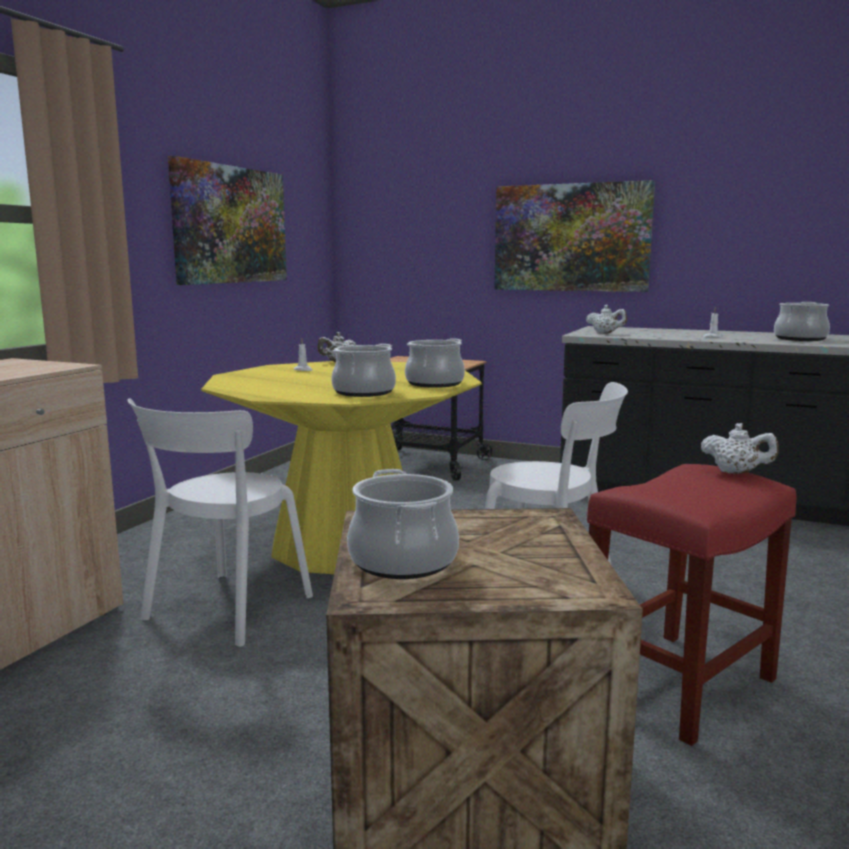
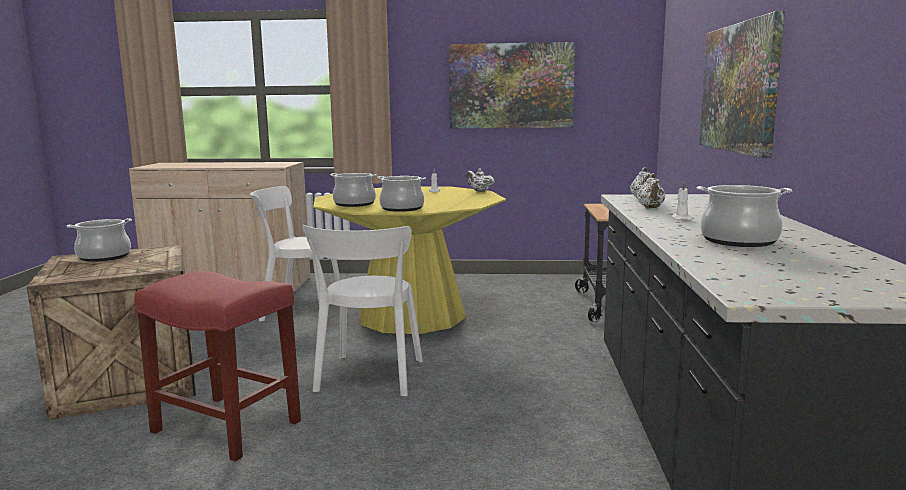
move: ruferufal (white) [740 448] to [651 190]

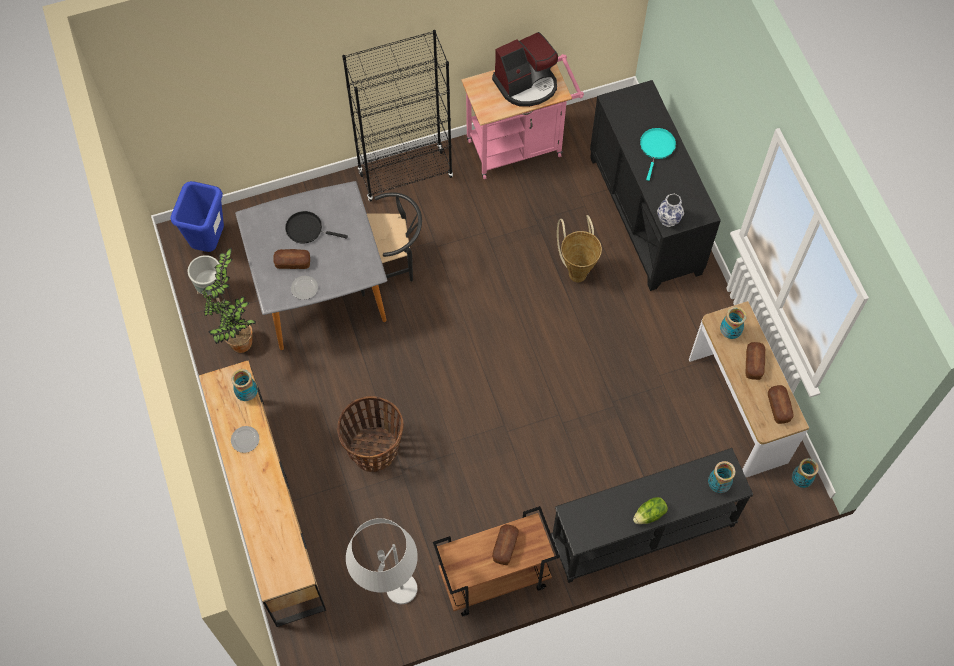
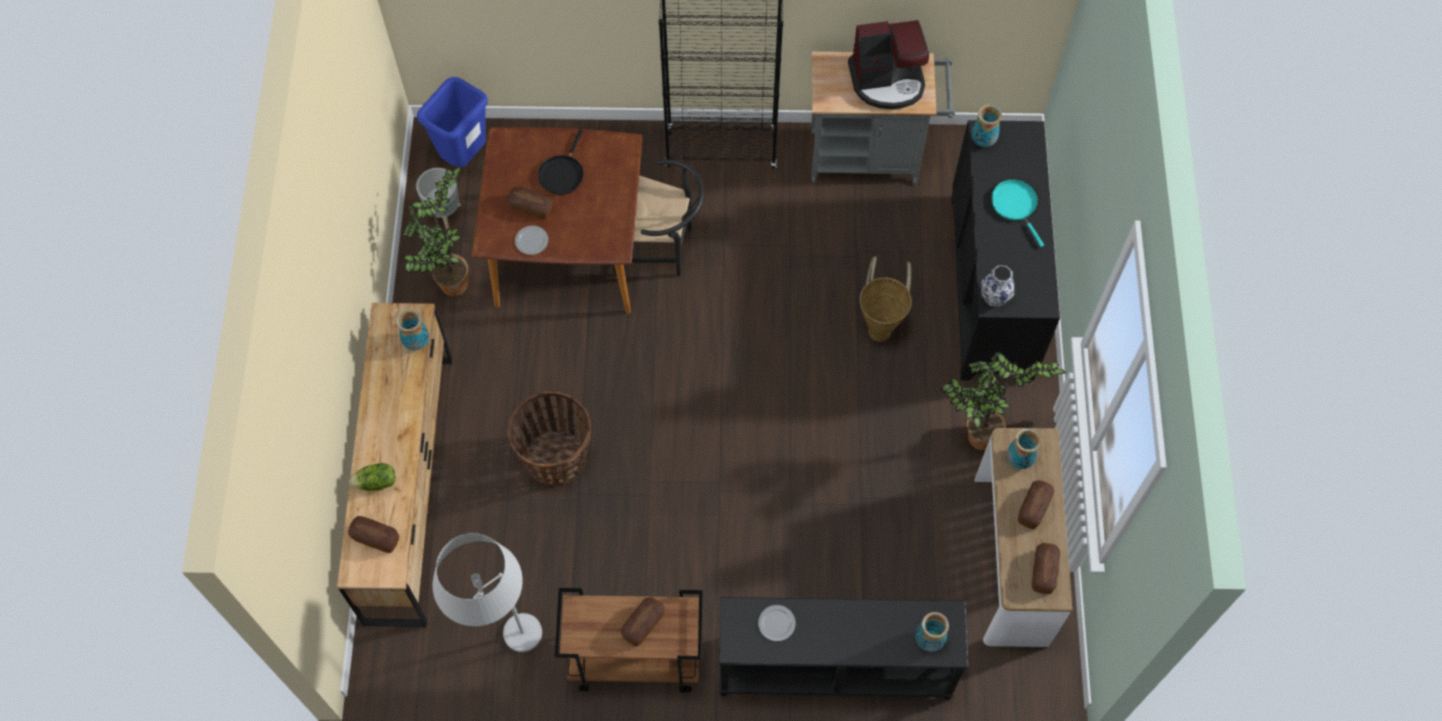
insert: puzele [373 534]; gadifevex [1003 401]
move: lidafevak [650 510] to [372 477]; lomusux [245 439] to [777 623]; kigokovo [805 473] to [986 125]
recolor: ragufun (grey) [311 265] to ragufun (brown) [557 220]; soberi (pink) [522 116] to soberi (grey) [883 118]
rotate: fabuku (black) [316 227] = [561 162] 105 degrees counterclockwise; fabuku (turquoise) [658 154] = [1017 213] 60 degrees counterclockwise

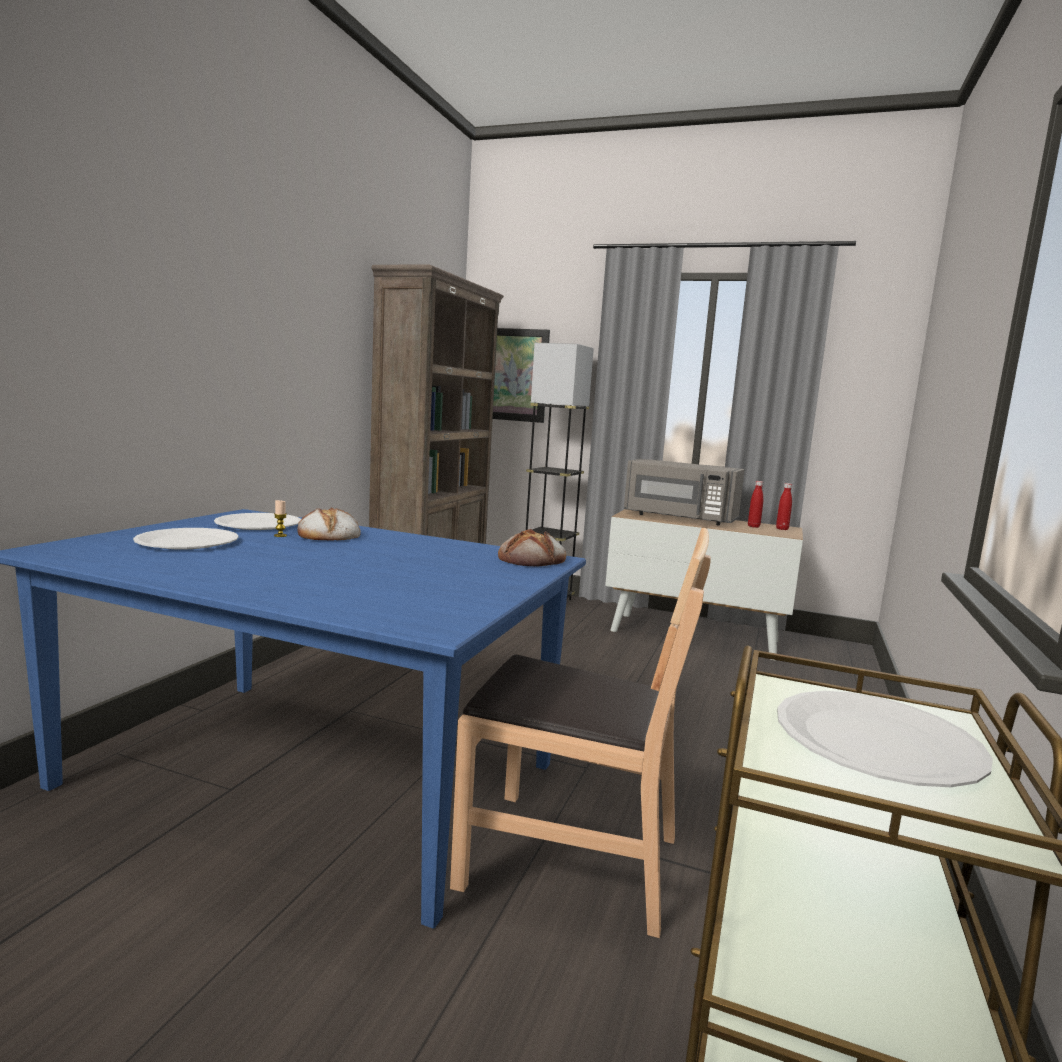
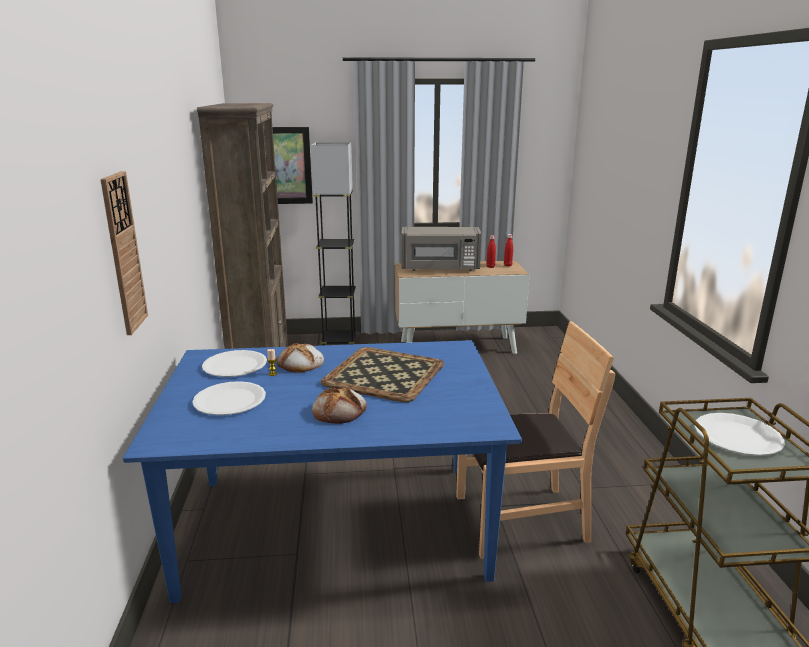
insert: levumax [124 253]; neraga [382 374]
move: puzele [532 548] to [339 405]

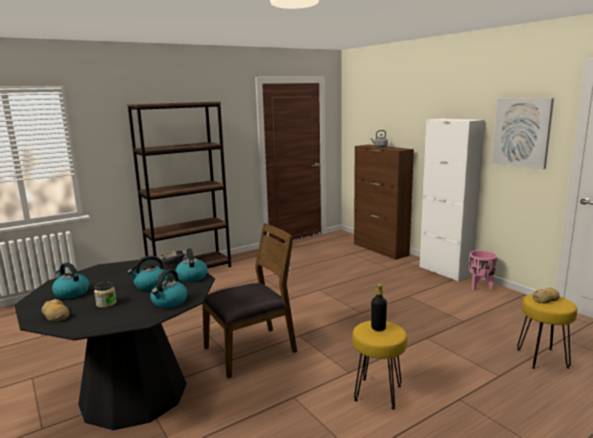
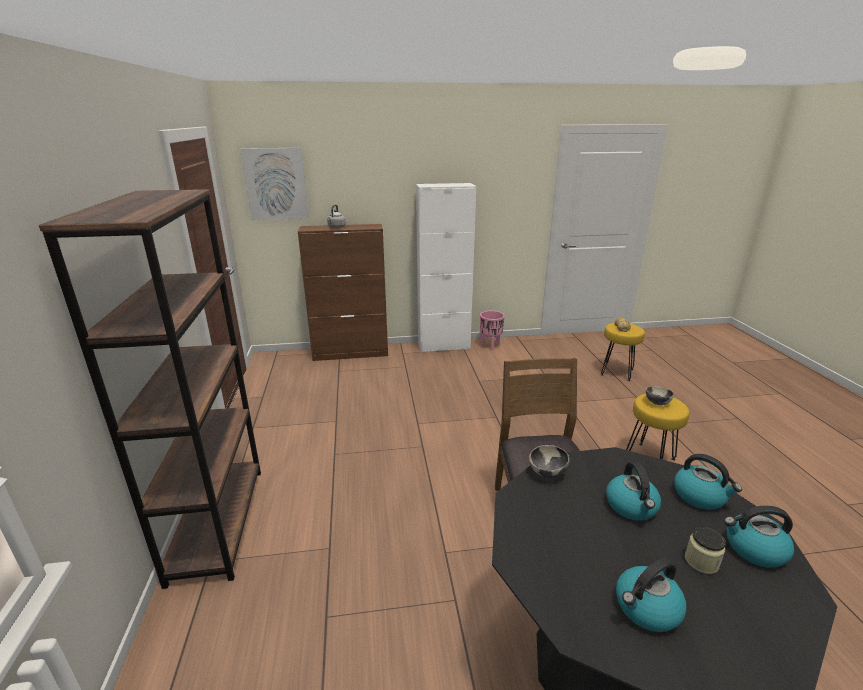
delete: puzele [56 310]
move: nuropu [523 133] to [275 184]; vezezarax [191 265] to [759 536]
replace: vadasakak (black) [379 307] to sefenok [660 395]

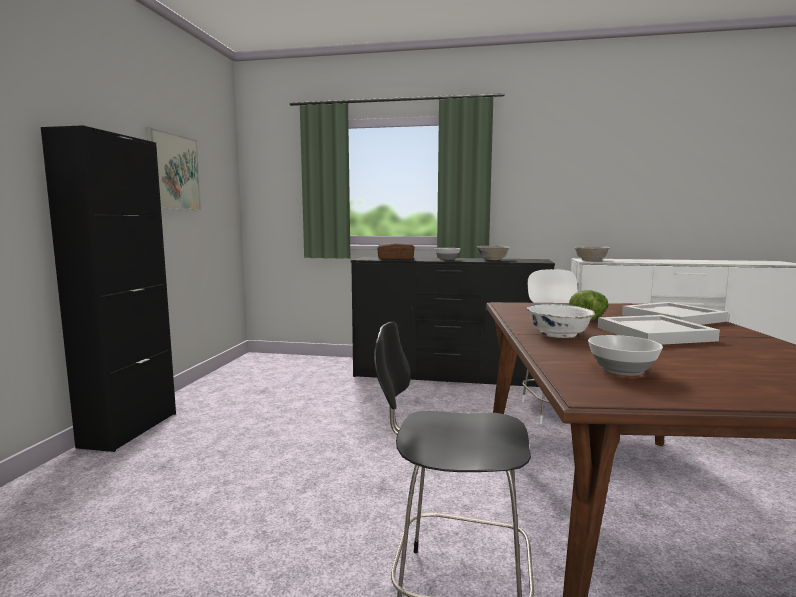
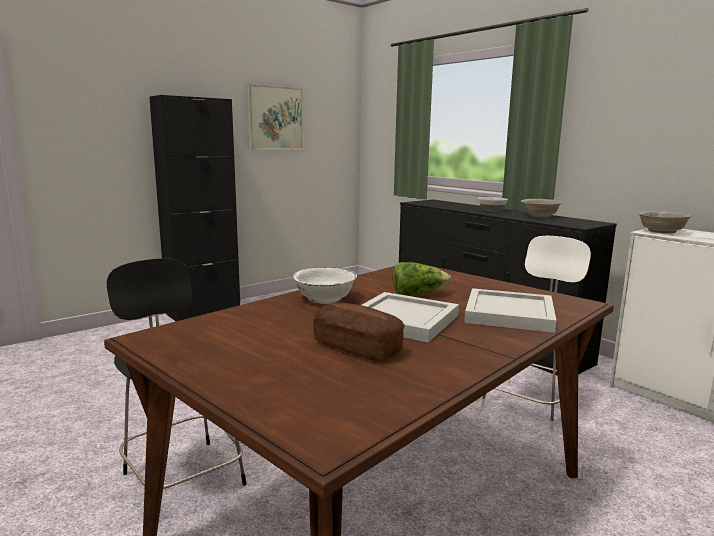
delete: sefenok [625 355]
move: puzele [396 251] to [359 331]

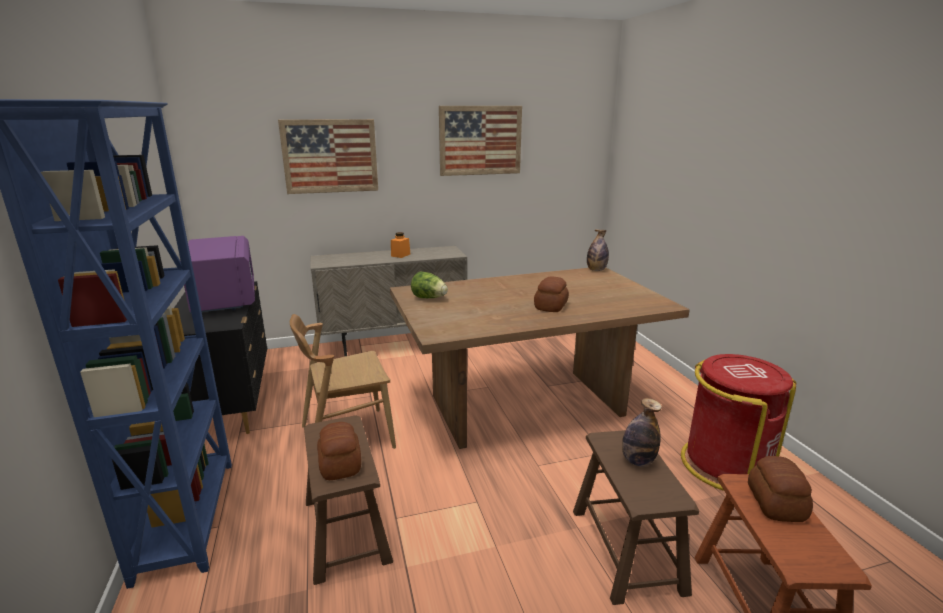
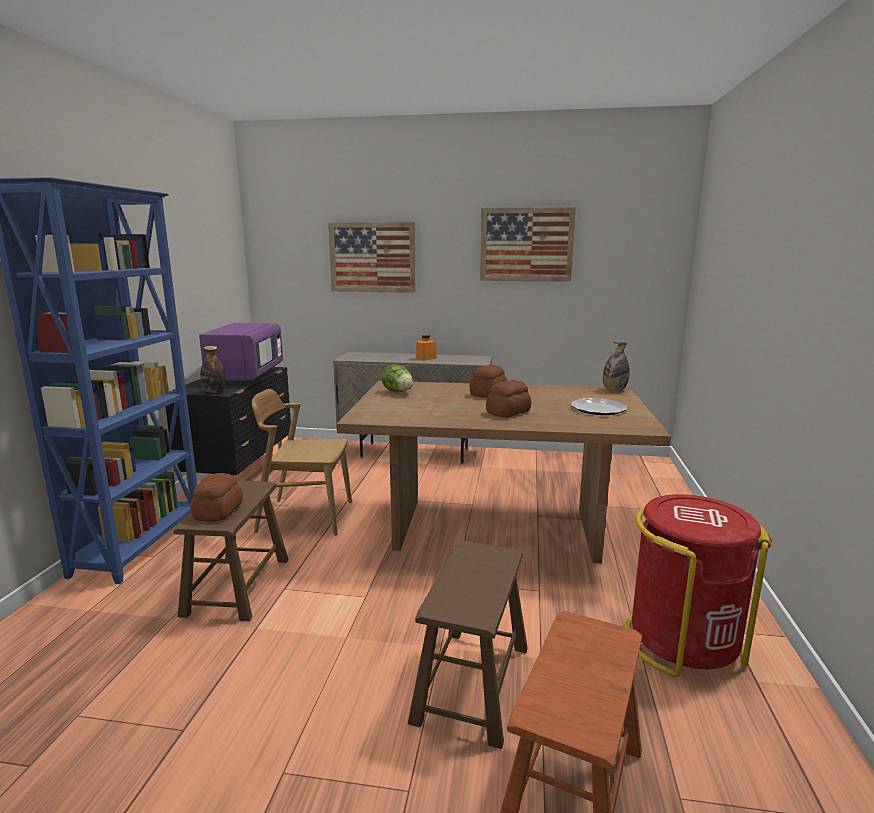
insert: lomusux [599 406]
move: vadasakak [642 432] to [213 369]; puzele [780 489] to [488 381]

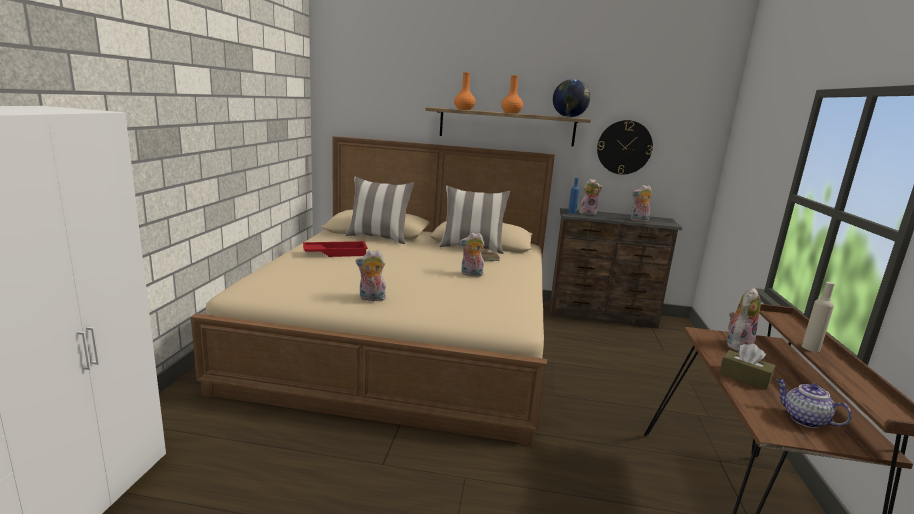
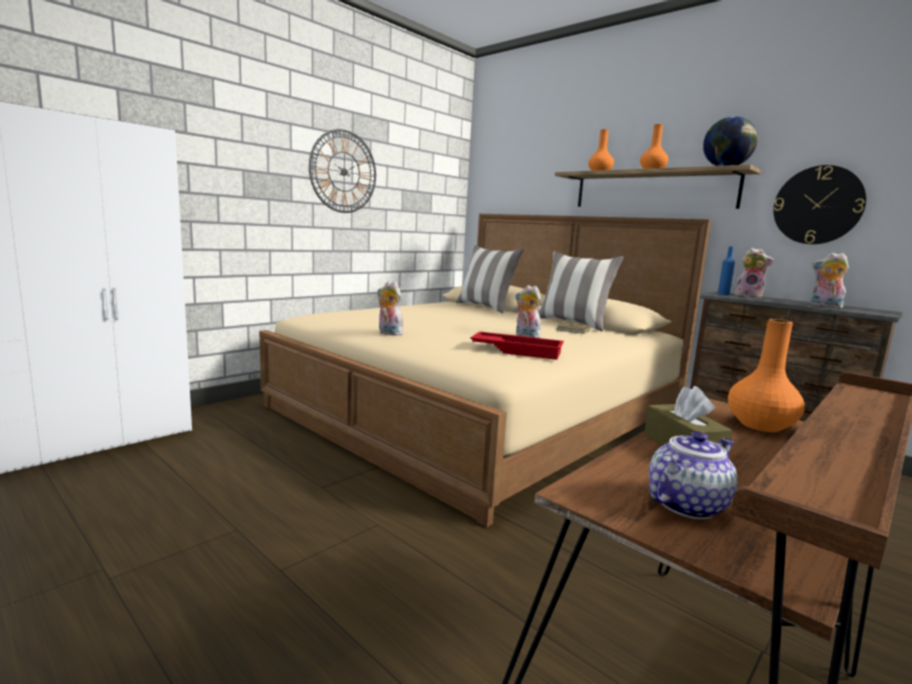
delete: vadasakak (beige) [818 317]
insert: levumax [342 171]
move: neraga (red) [335 249] to [517 346]
replace: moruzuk [744 319] to kigokovo (orange) [766 375]
rotate: ruferufal [814 403] = [693 475] 60 degrees clockwise

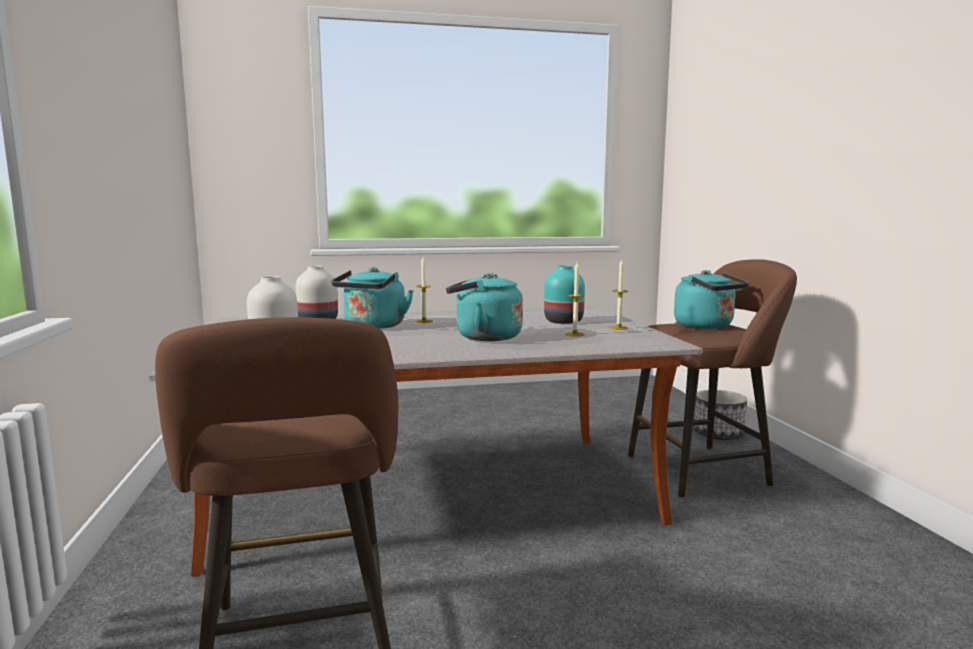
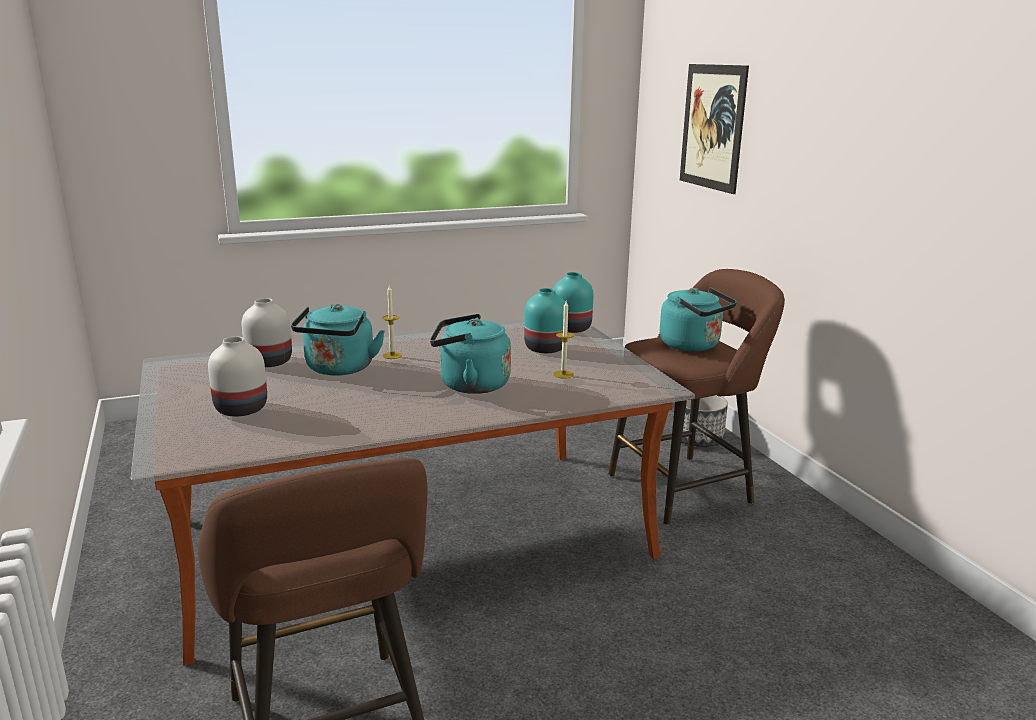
delete: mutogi [619 294]
insert: kigokovo (turquoise) [573 302]; nuropu [714 129]

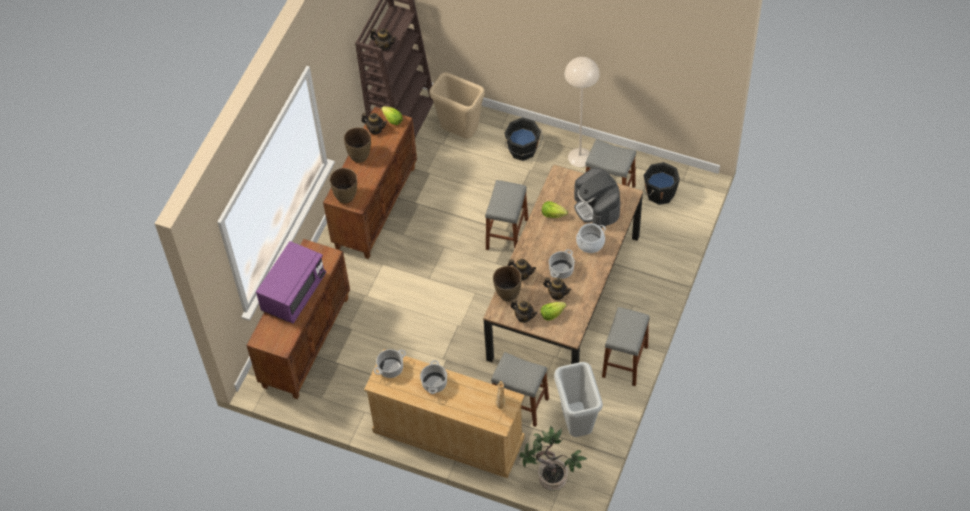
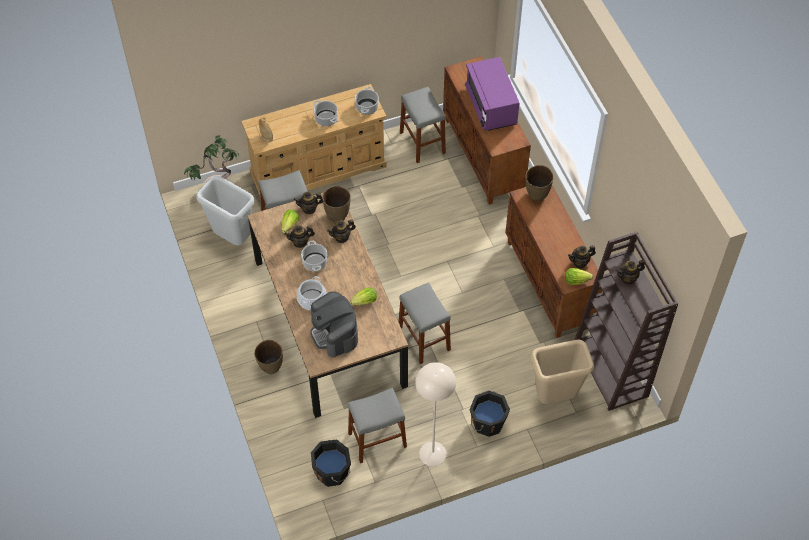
move: kigokovo (brown) [357 145] to [268 357]; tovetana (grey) [626 346] to [423 125]
rotate: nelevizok [597 198] = [334 324] 135 degrees counterclockwise

